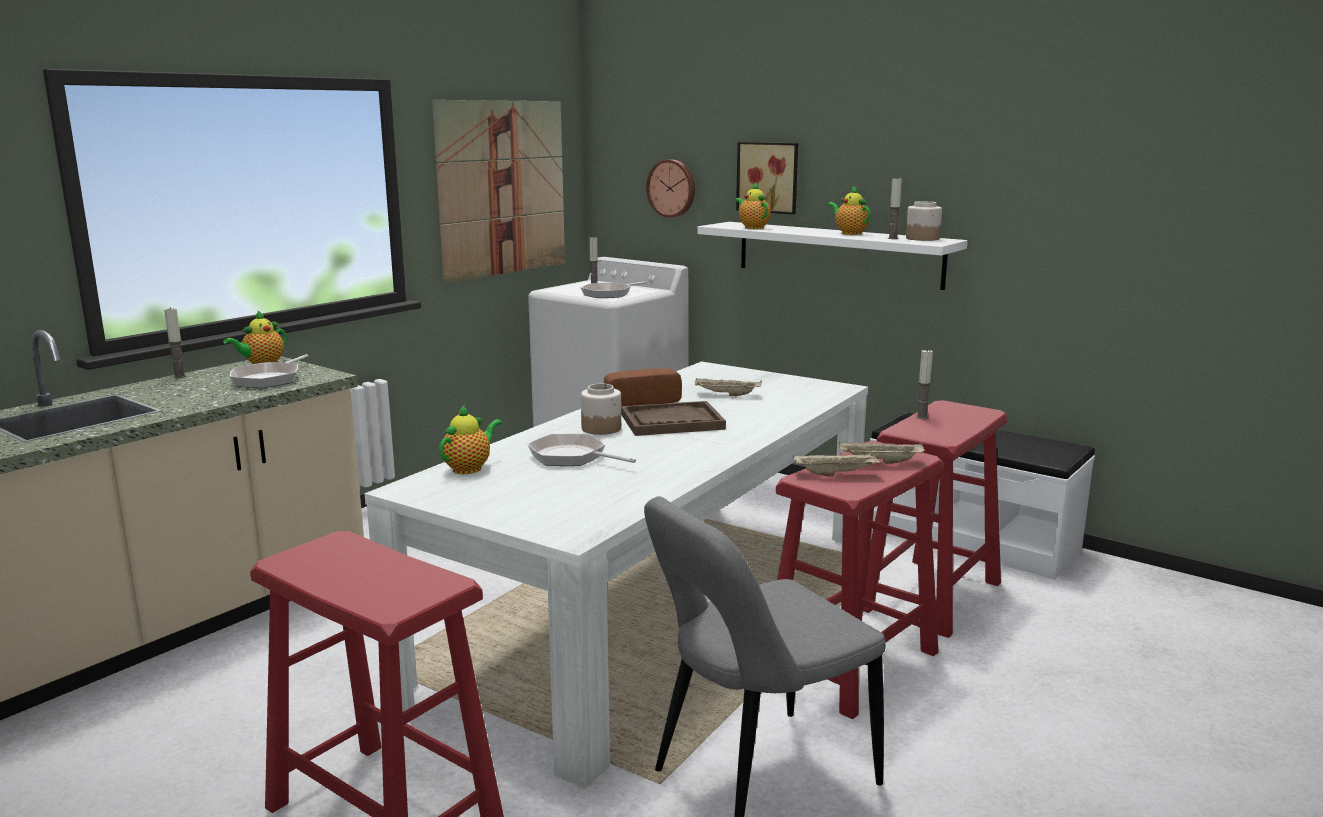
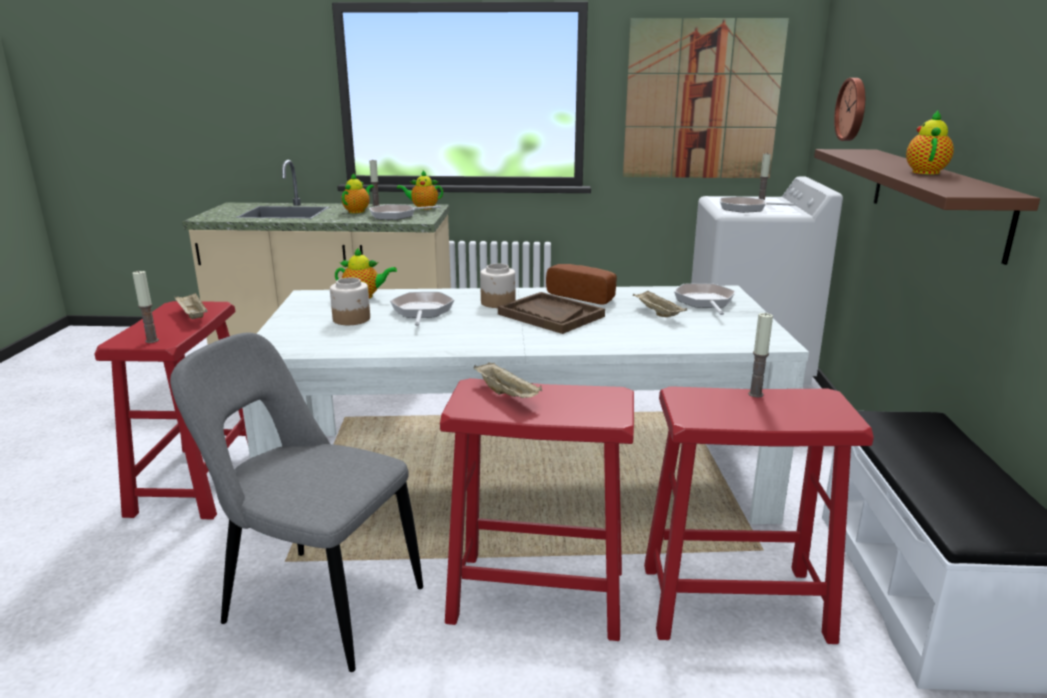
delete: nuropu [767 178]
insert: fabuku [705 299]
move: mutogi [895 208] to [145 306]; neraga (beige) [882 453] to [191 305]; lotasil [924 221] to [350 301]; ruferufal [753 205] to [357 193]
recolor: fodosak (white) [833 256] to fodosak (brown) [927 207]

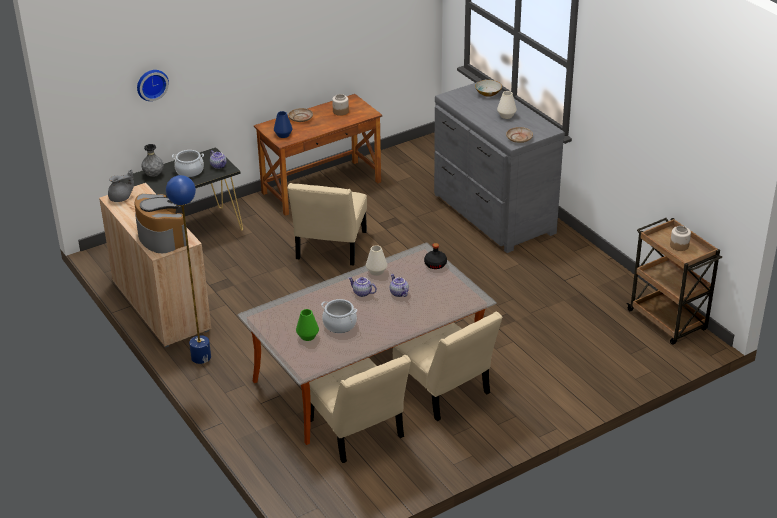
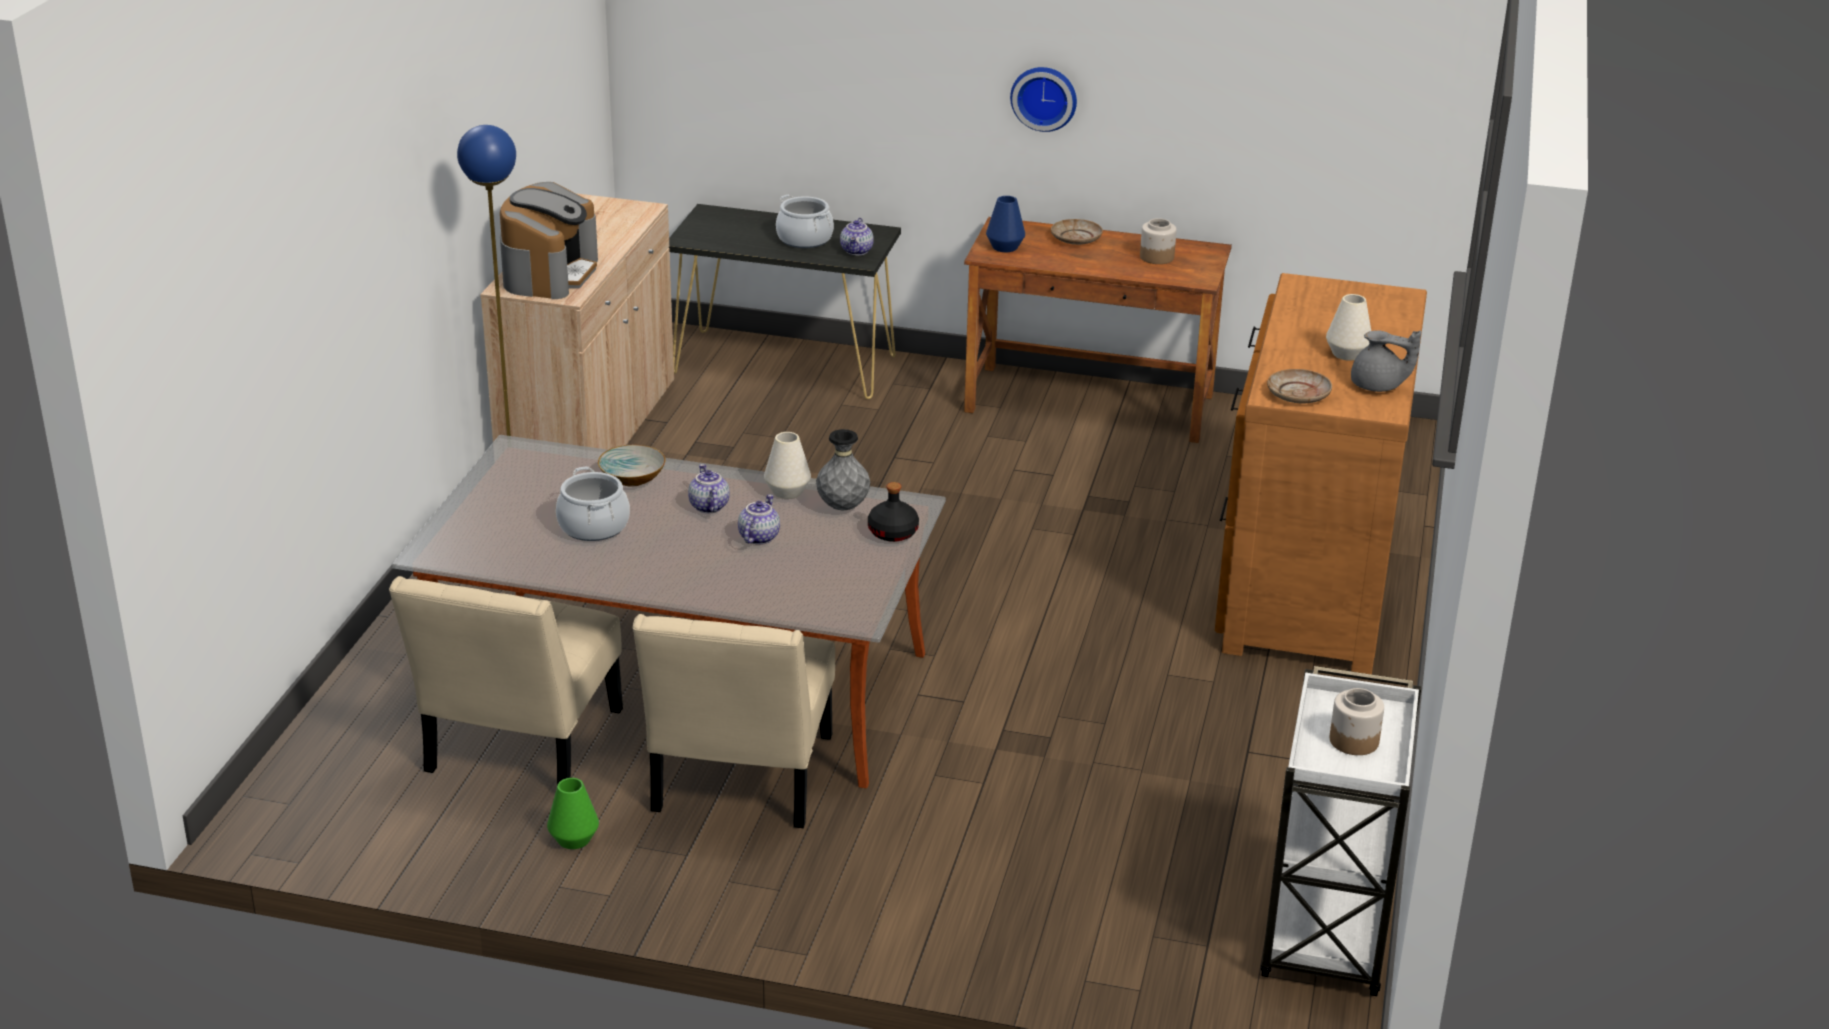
delete: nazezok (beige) [327 224]
move: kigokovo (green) [307 325] to [573 813]; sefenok [488 88] to [632 466]; kigokovo (grey) [152 160] to [843 469]; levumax [153 85] to [1043 99]; ruferufal (grey) [121 185] to [1386 361]
recolor: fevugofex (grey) [499 166] to fevugofex (brown) [1321 474]; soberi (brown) [674 281] to soberi (white) [1341 831]

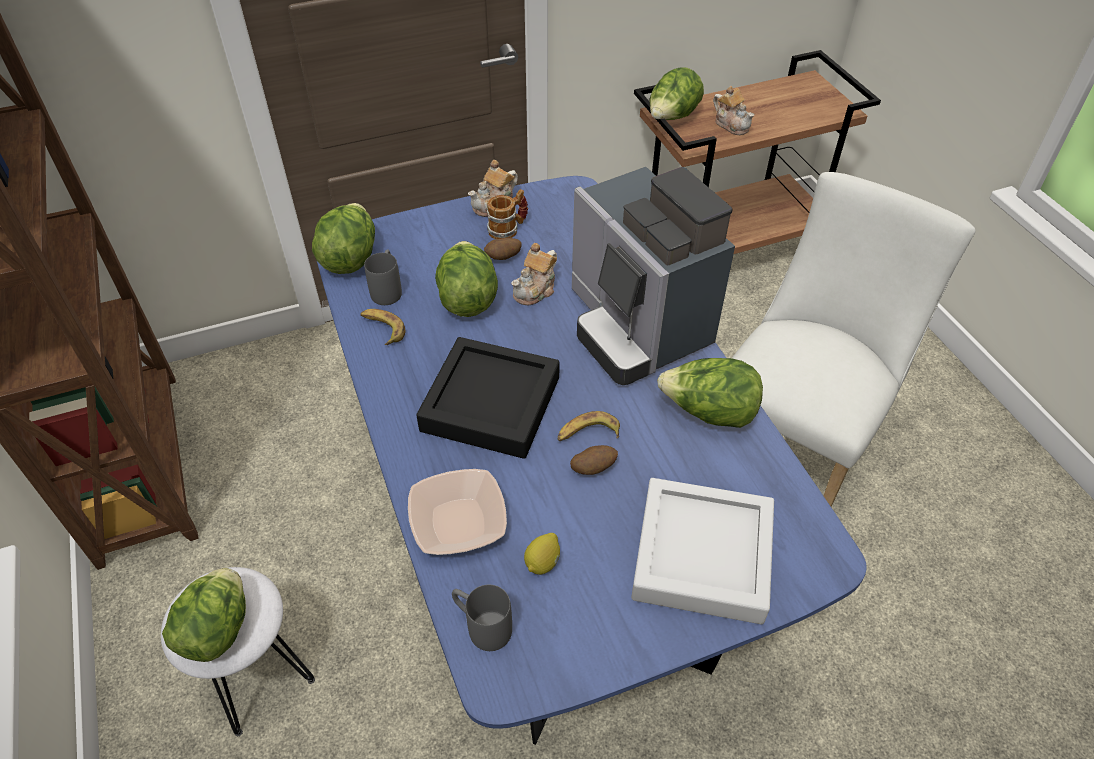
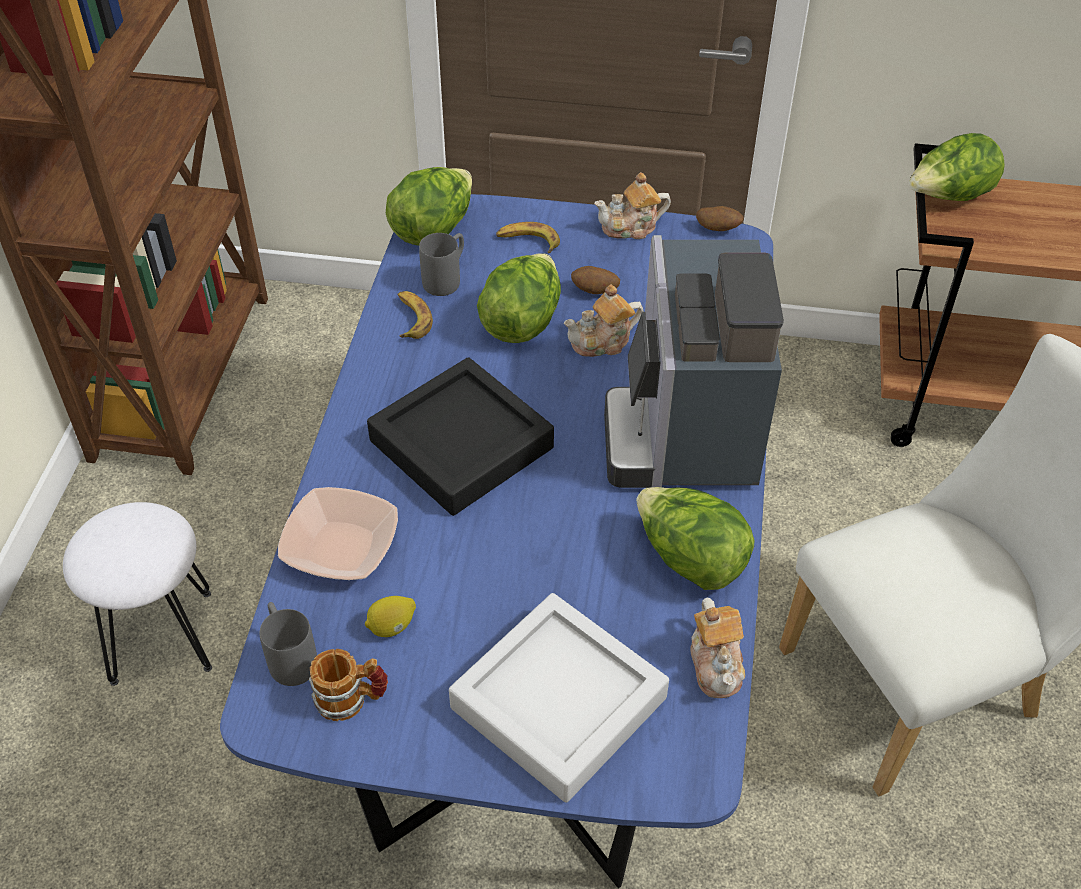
delete: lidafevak [204 615]
move: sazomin [507 214] to [348 685]; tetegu [589 426] to [528 237]; ruferufal [734 110] to [717 648]; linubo [594 460] to [720 218]

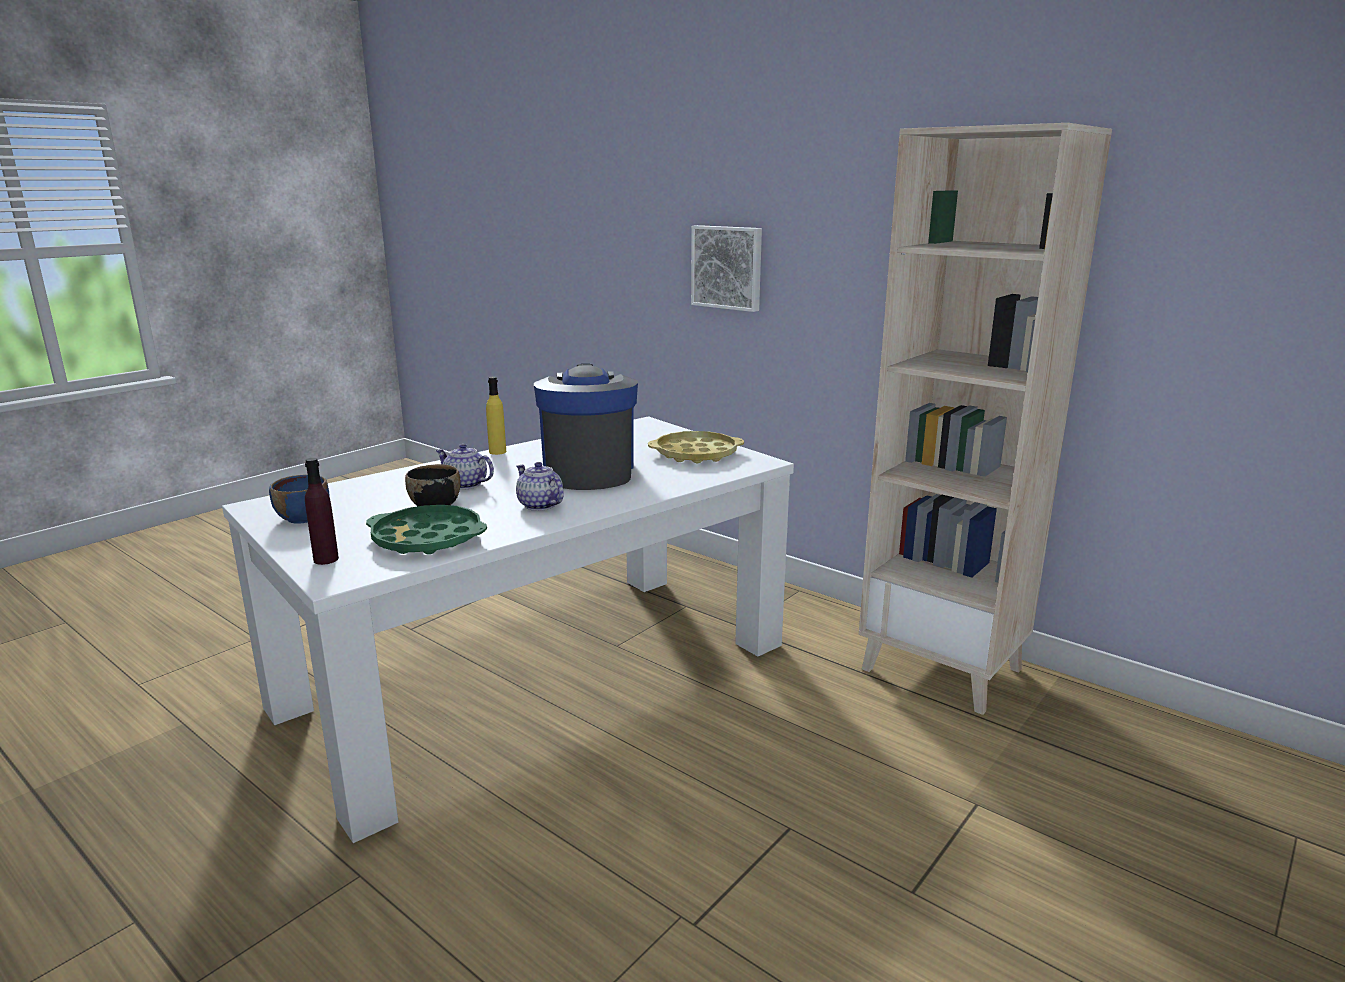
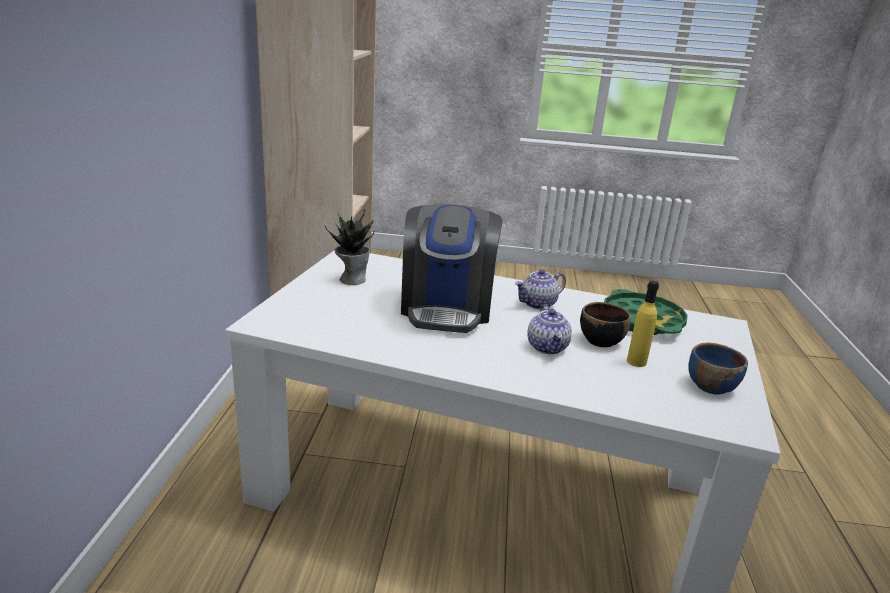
delete: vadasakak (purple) [322 511]; nuropu [726 268]
move: vadasakak (yellow) [496 416] to [643 324]
replace: neraga (yellow) [696 447] to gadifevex [350 247]
rotate: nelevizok [586 427] = [452 268] 45 degrees counterclockwise; ruferufal [540 486] = [540 289] 45 degrees clockwise

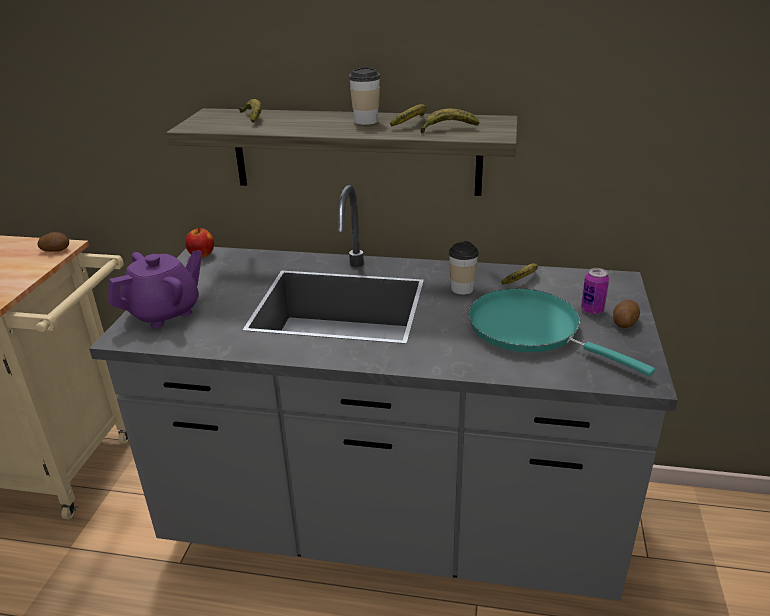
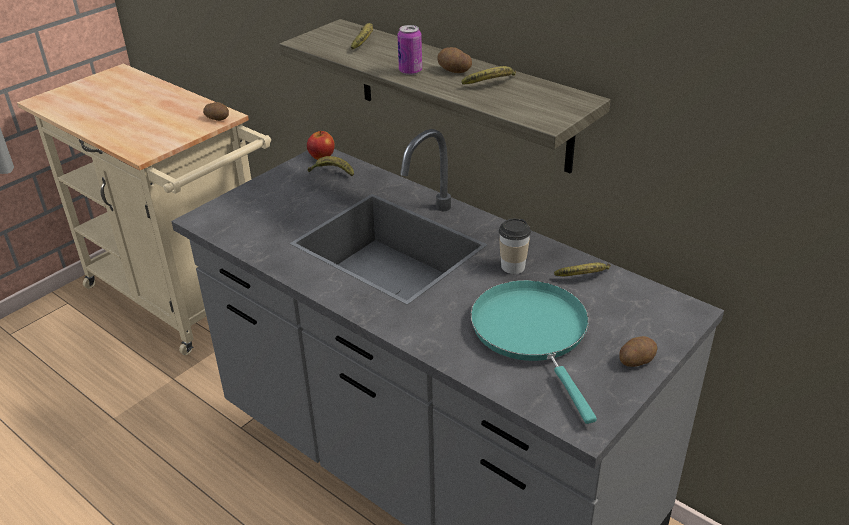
delete: ruferufal (purple) [155 289]
move: tetegu [450 121] to [331 166]; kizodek [595 291] to [409 50]
replace: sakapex [364 96] to linubo [454 60]

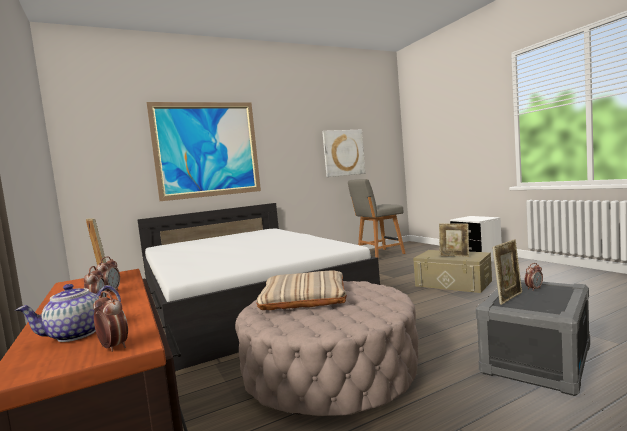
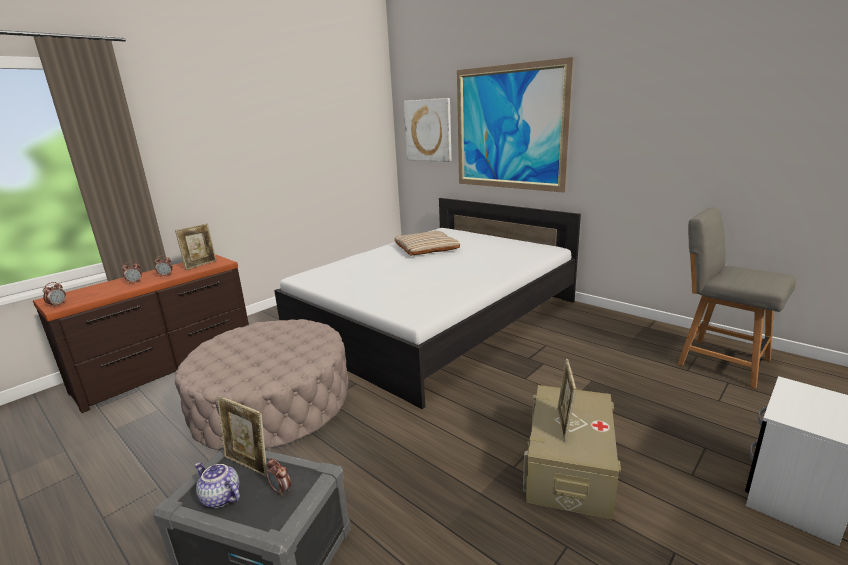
move: ruferufal [68 313] to [217 485]; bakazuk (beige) [301 290] to [427 243]; nuropu [343 153] to [428 130]

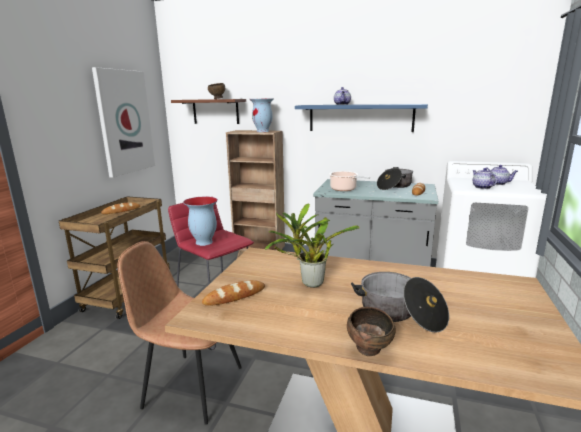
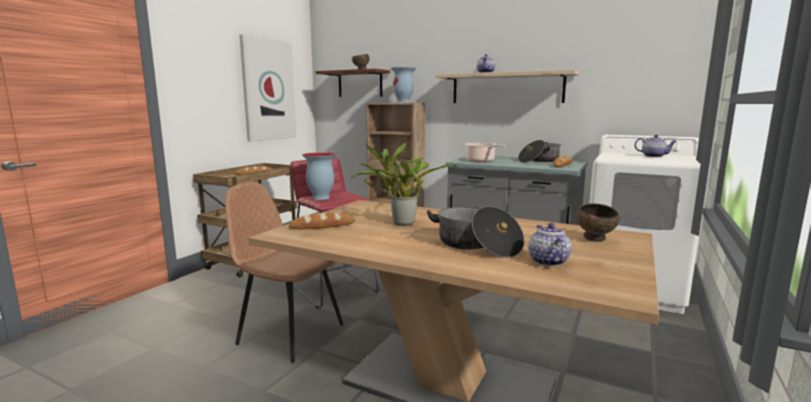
move: ruferufal [485 178] to [549 244]; sefenok (brown) [371 331] to [598 222]
recolor: fodosak (blue) [361 118] to fodosak (beige) [507 86]

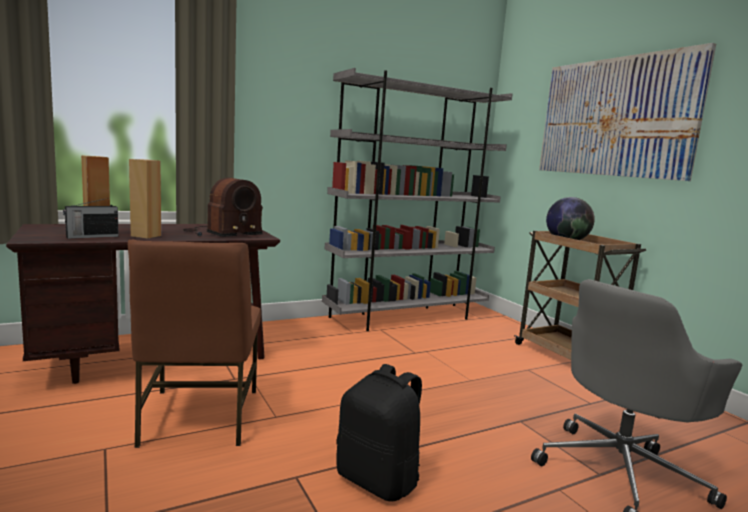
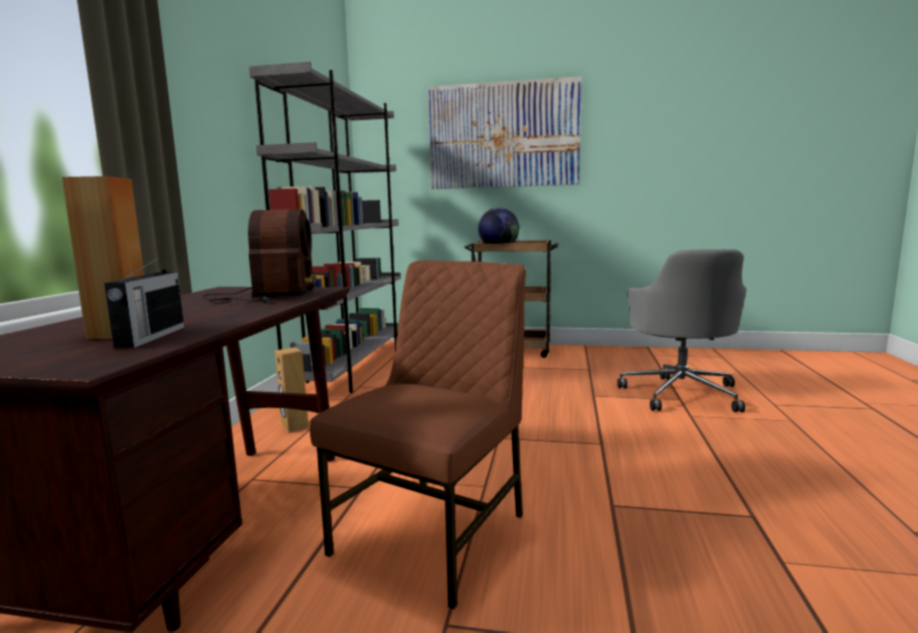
delete: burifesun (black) [379 433]
move: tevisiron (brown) [145 198] to [292 390]
rotate: nazezok (brown) [194 344] = [418 434] 90 degrees counterclockwise

